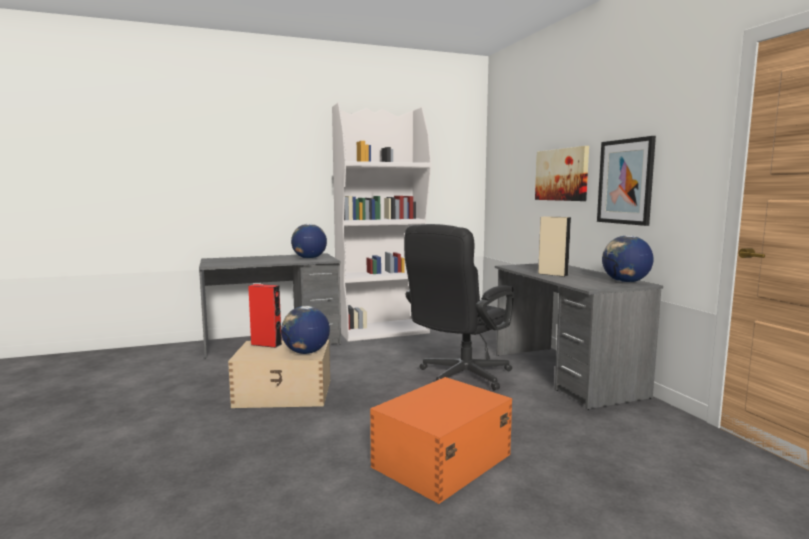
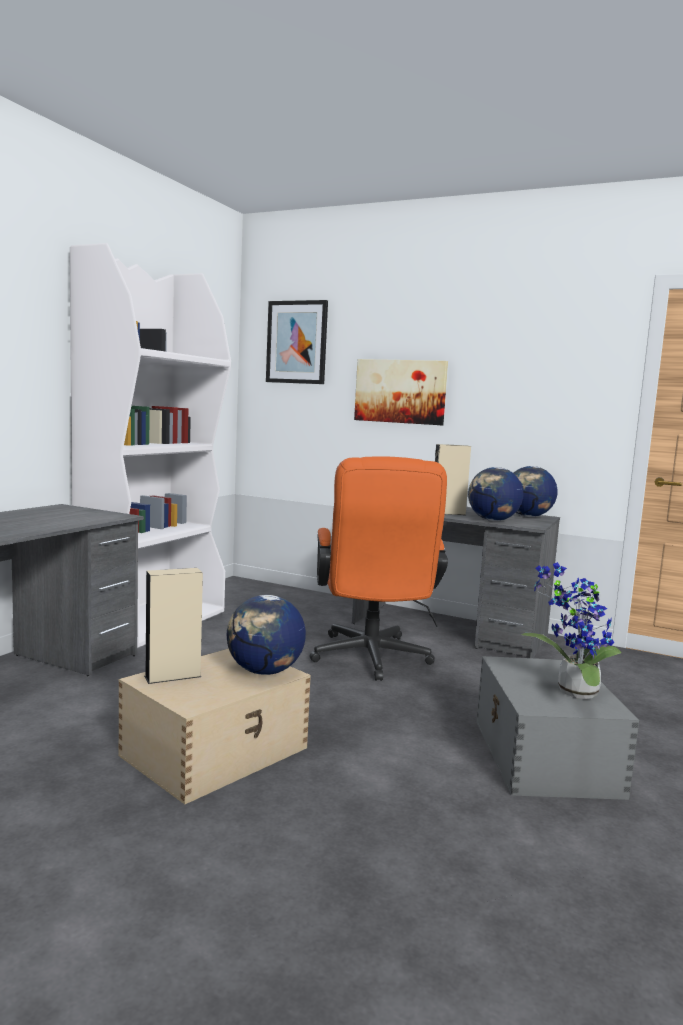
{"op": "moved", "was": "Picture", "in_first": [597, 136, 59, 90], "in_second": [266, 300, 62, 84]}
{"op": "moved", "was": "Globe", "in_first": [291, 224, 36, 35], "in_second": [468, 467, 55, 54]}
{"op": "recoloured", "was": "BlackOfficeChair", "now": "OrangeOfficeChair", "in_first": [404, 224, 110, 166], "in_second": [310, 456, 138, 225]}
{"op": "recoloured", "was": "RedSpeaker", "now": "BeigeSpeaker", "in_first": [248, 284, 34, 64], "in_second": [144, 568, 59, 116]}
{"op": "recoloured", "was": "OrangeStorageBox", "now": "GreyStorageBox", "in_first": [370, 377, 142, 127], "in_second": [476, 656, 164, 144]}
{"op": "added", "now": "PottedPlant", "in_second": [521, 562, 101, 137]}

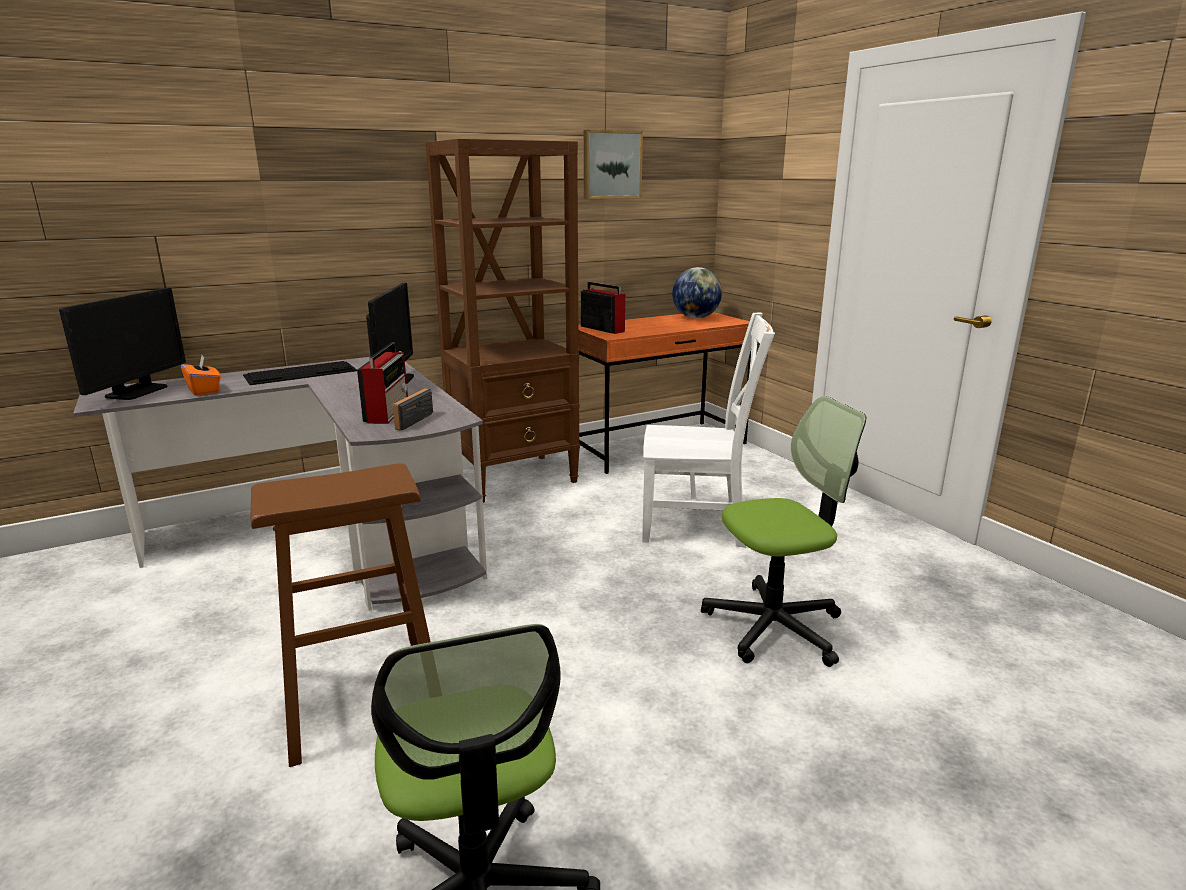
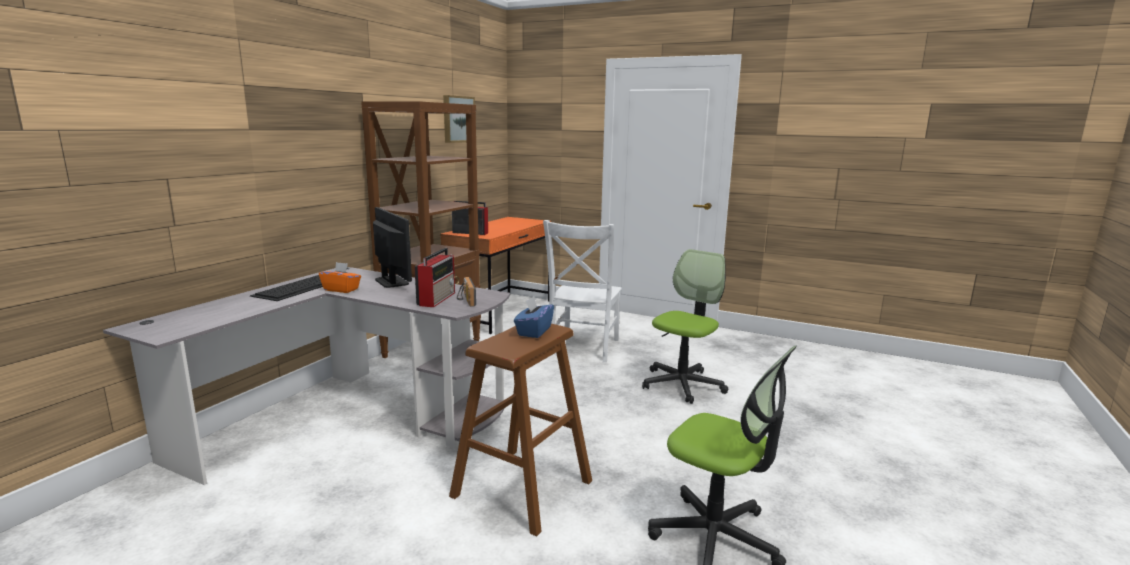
{"op": "removed", "was": "Globe", "in_first": [672, 267, 50, 52]}
{"op": "removed", "was": "Monitor", "in_first": [59, 288, 127, 112]}
{"op": "turned", "was": "WhiteChair", "in_first": [642, 312, 133, 236], "in_second": [543, 220, 79, 143], "clockwise": 135}
{"op": "turned", "was": "Radio", "in_first": [357, 342, 51, 82], "in_second": [414, 248, 41, 59], "clockwise": 45}
{"op": "moved", "was": "OrangeTissueBox", "in_first": [181, 356, 40, 40], "in_second": [319, 262, 42, 31]}
{"op": "added", "now": "BlueTissueBox", "in_second": [514, 296, 40, 42]}

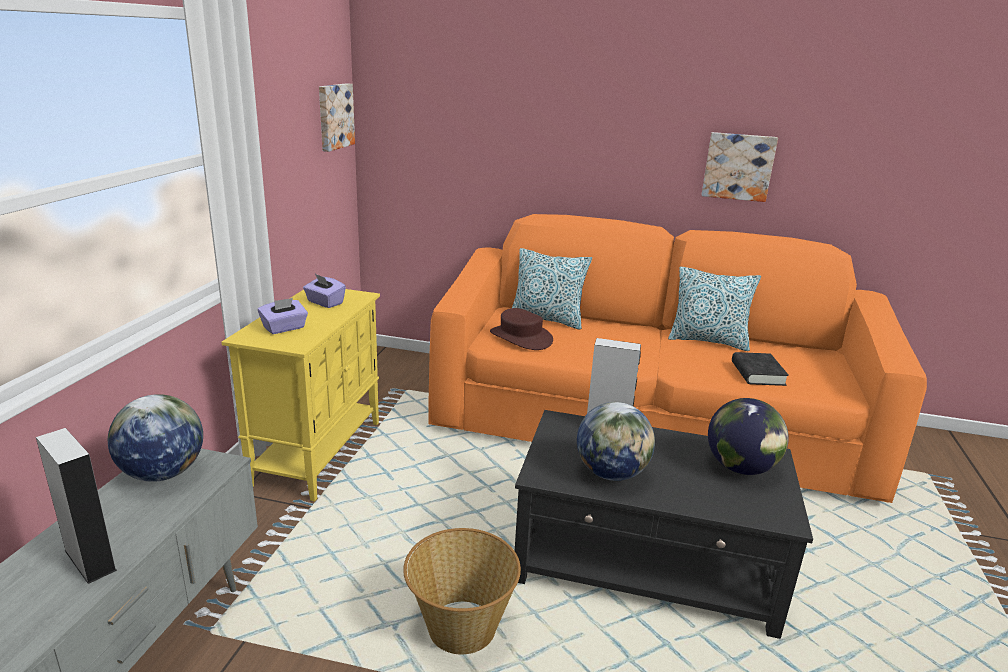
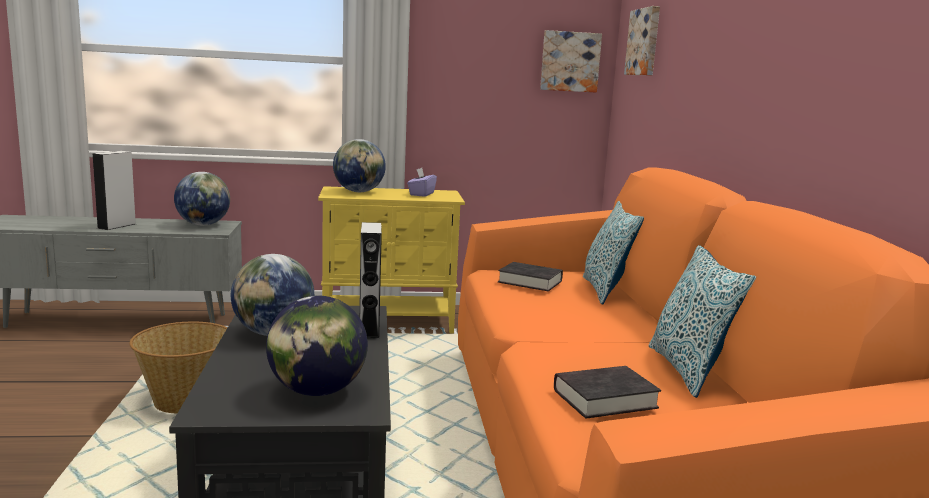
{"op": "moved", "was": "Picture", "in_first": [702, 132, 76, 70], "in_second": [624, 6, 36, 69]}
{"op": "replaced", "was": "PurpleTissueBox", "now": "Globe", "in_first": [258, 298, 50, 36], "in_second": [333, 139, 53, 53]}
{"op": "replaced", "was": "BrownHat", "now": "BlackBook", "in_first": [490, 308, 63, 42], "in_second": [498, 262, 65, 29]}

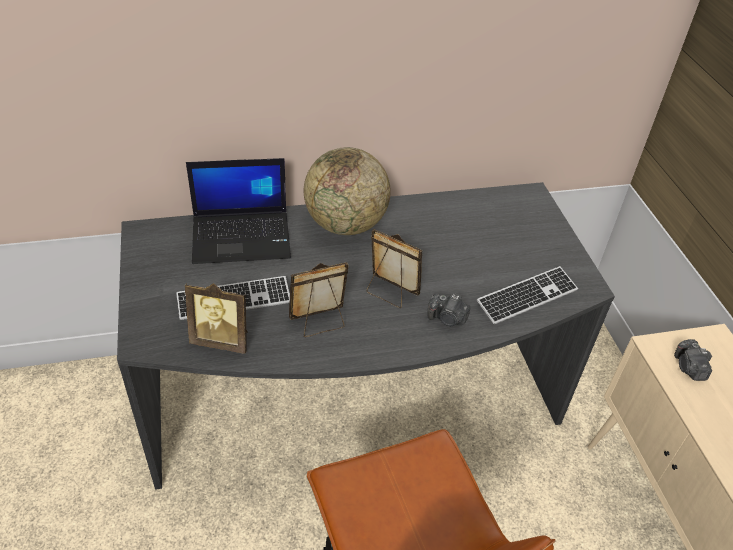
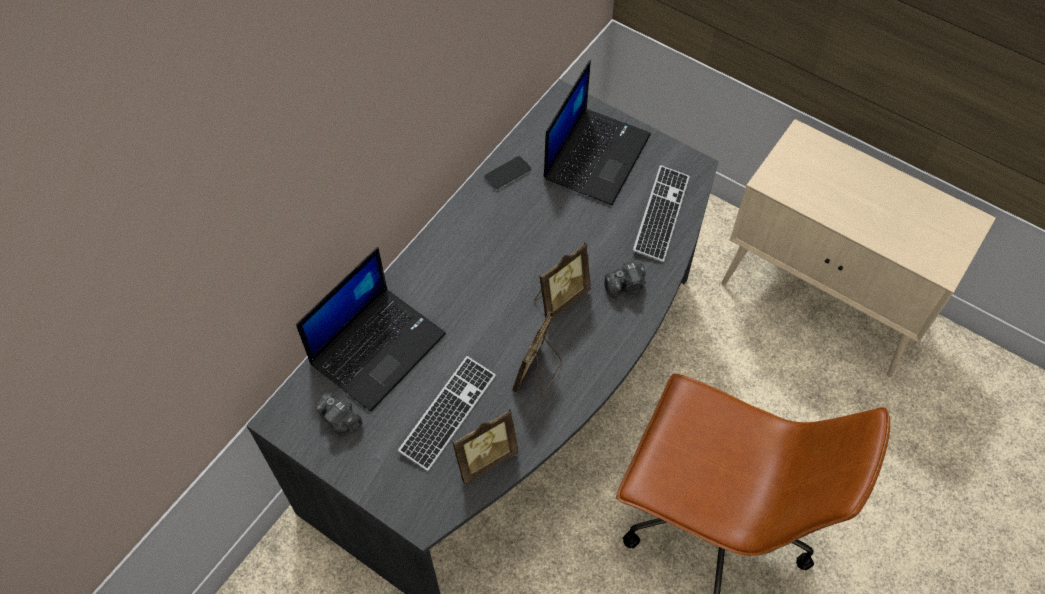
{"op": "removed", "was": "Globe", "in_first": [304, 147, 87, 88]}
{"op": "turned", "was": "PictureFrame", "in_first": [366, 229, 56, 79], "in_second": [534, 242, 57, 77], "clockwise": 150}
{"op": "moved", "was": "PhotoCamera", "in_first": [674, 339, 38, 42], "in_second": [316, 391, 47, 42]}
{"op": "added", "now": "Laptop", "in_second": [543, 60, 108, 145]}
{"op": "added", "now": "Phone", "in_second": [484, 156, 47, 34]}

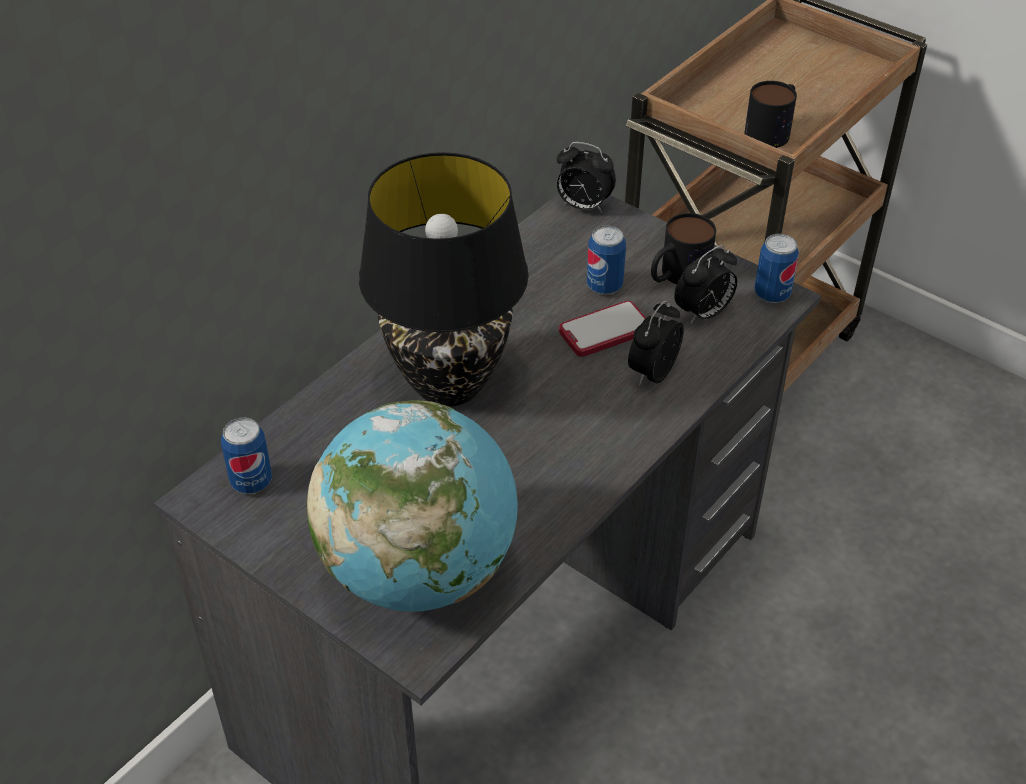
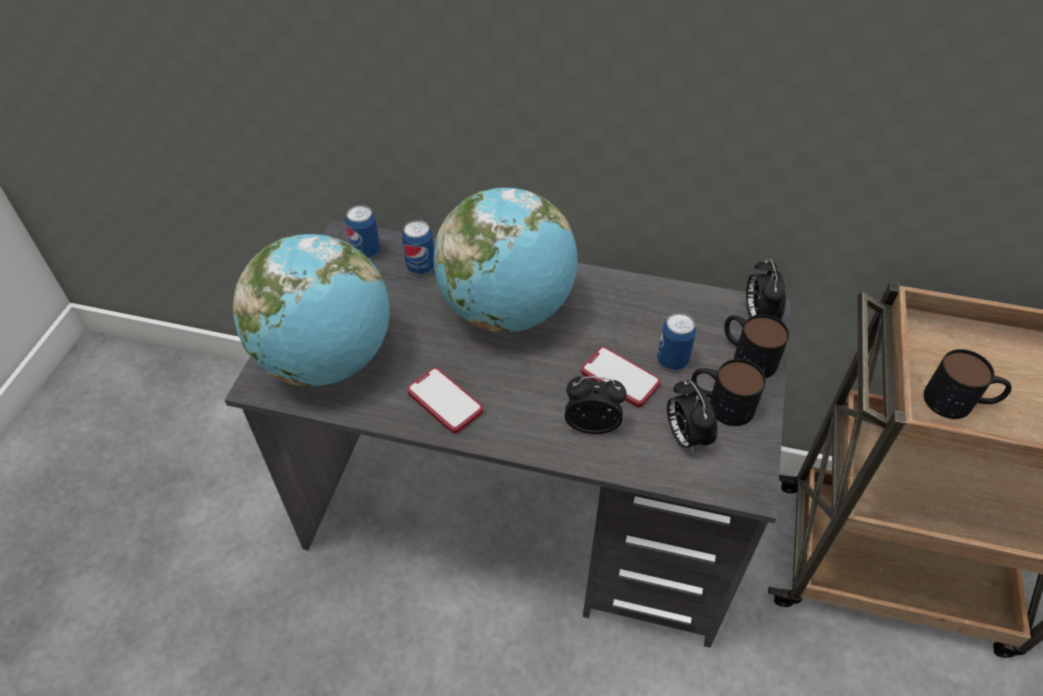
{"op": "replaced", "was": "BlackTableLamp", "now": "Globe", "in_first": [359, 152, 170, 255], "in_second": [434, 188, 144, 145]}
{"op": "moved", "was": "Can", "in_first": [754, 234, 45, 69], "in_second": [402, 220, 32, 54]}
{"op": "turned", "was": "AlarmClock", "in_first": [674, 245, 63, 79], "in_second": [667, 380, 51, 74], "clockwise": 45}
{"op": "added", "now": "Mug", "in_second": [724, 314, 65, 64]}
{"op": "added", "now": "Phone", "in_second": [407, 368, 76, 66]}

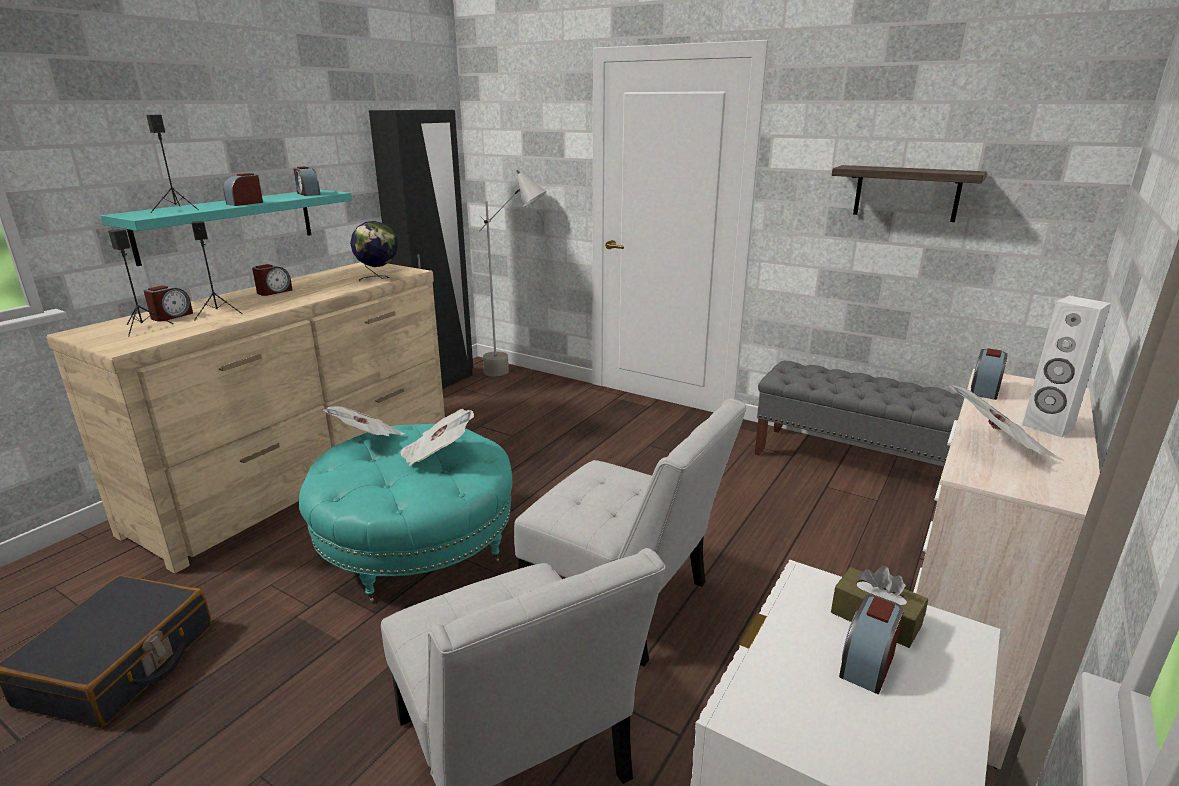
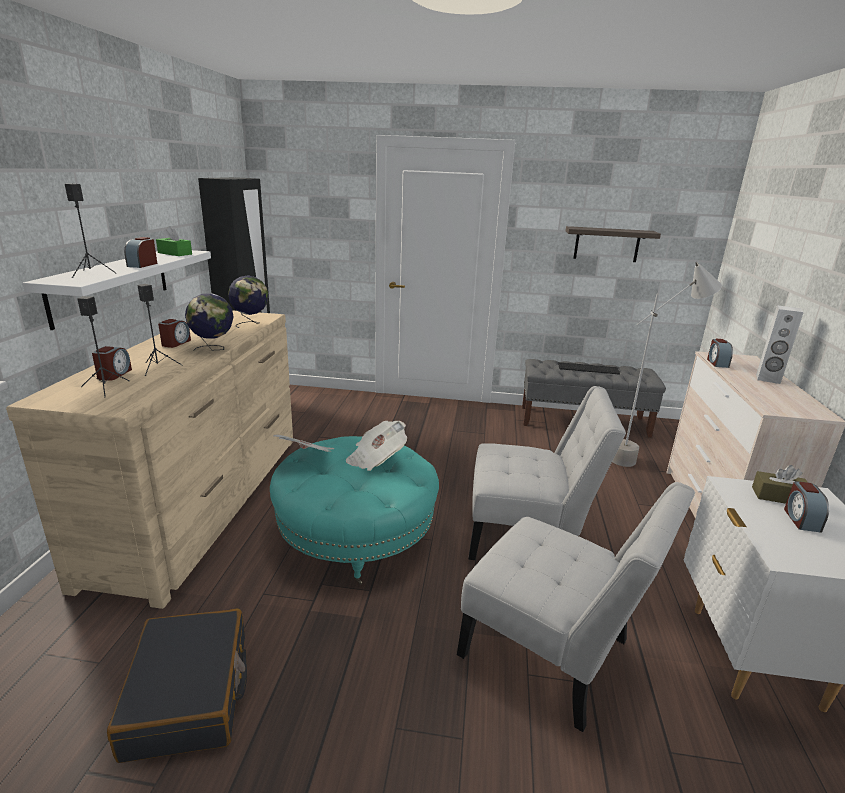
{"op": "replaced", "was": "AlarmClock", "now": "GreenTissueBox", "in_first": [293, 166, 28, 30], "in_second": [156, 226, 36, 30]}
{"op": "moved", "was": "GreyFloorLamp", "in_first": [478, 170, 68, 206], "in_second": [612, 262, 110, 205]}
{"op": "recoloured", "was": "TurquoiseShelf", "now": "WhiteShelf", "in_first": [101, 190, 251, 76], "in_second": [22, 250, 189, 80]}
{"op": "removed", "was": "Newspaper", "in_first": [947, 385, 117, 75]}
{"op": "added", "now": "Globe", "in_second": [185, 293, 49, 58]}
{"op": "added", "now": "Keyboard", "in_second": [558, 362, 62, 13]}

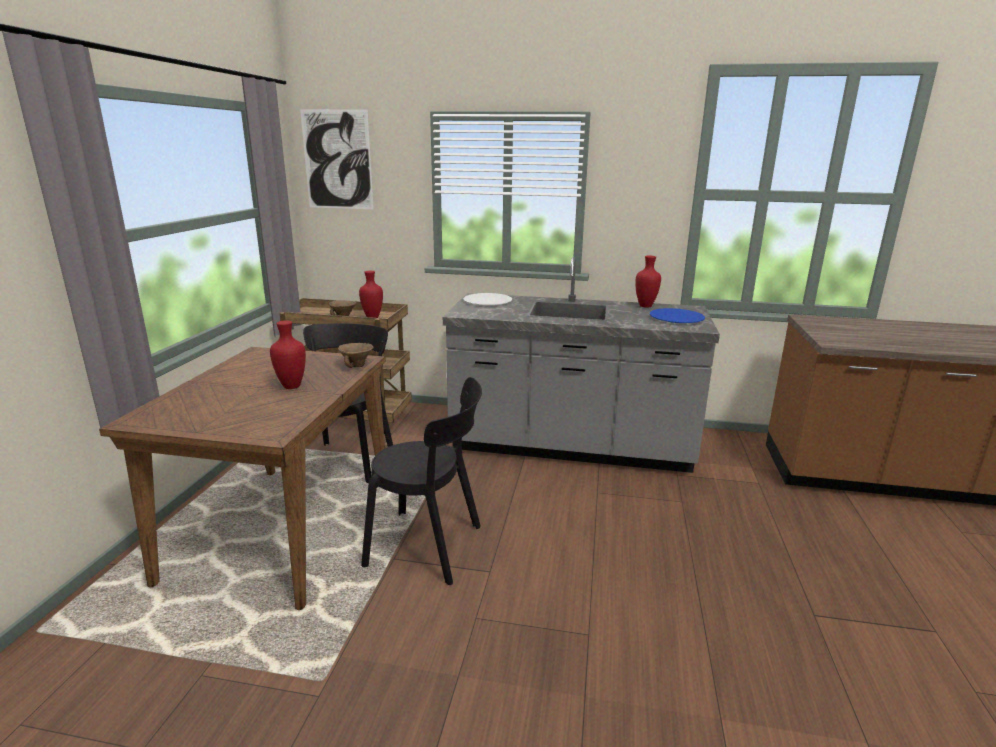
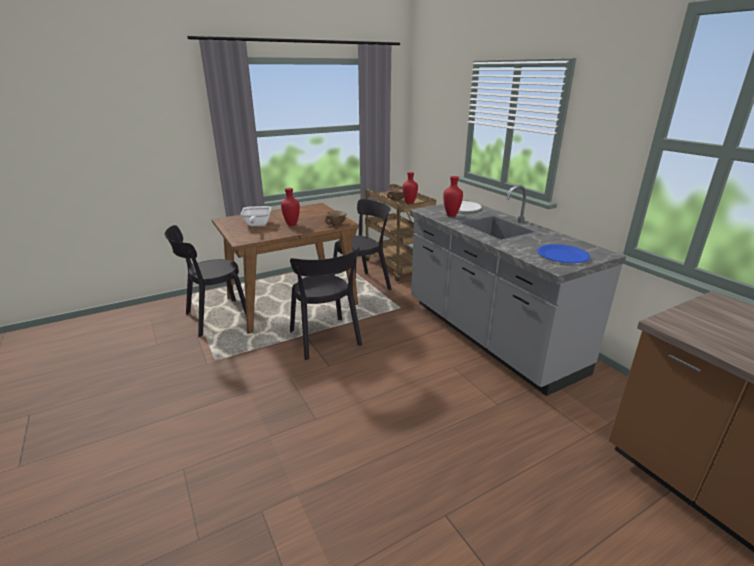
{"op": "removed", "was": "Picture", "in_first": [300, 109, 74, 100]}
{"op": "moved", "was": "RedVase", "in_first": [635, 256, 26, 52], "in_second": [443, 176, 20, 41]}
{"op": "added", "now": "FryingPan", "in_second": [240, 206, 31, 20]}
{"op": "added", "now": "BlackChair", "in_second": [164, 225, 82, 112]}

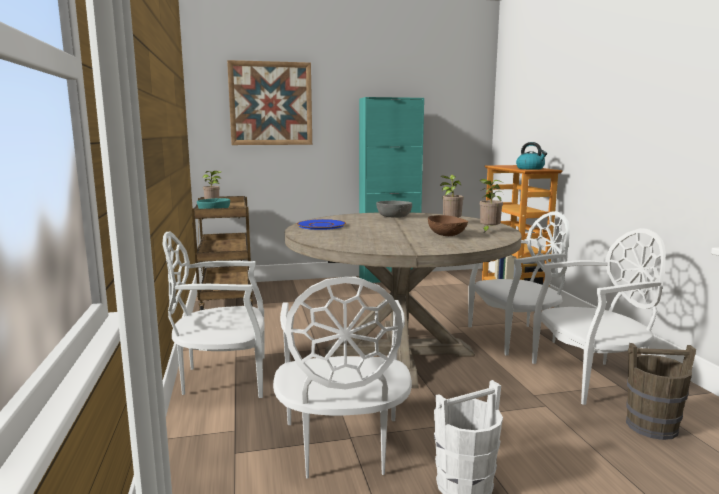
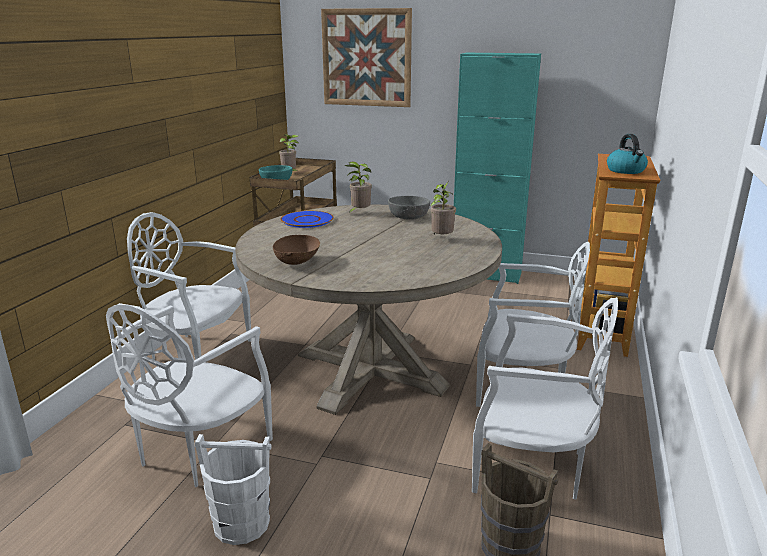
{"op": "moved", "was": "PottedPlant", "in_first": [479, 179, 24, 55], "in_second": [345, 162, 27, 53]}
{"op": "moved", "was": "BrownBowl", "in_first": [428, 215, 41, 21], "in_second": [273, 234, 47, 31]}

